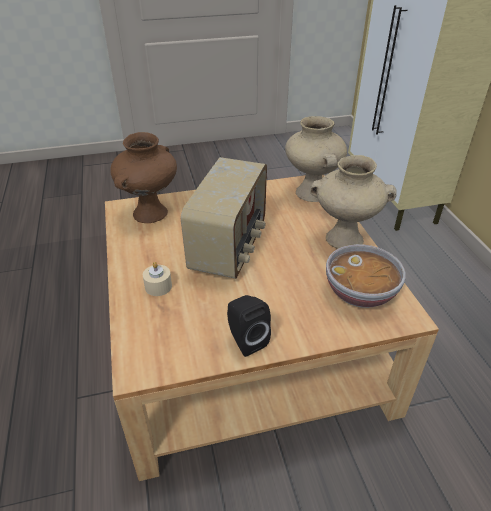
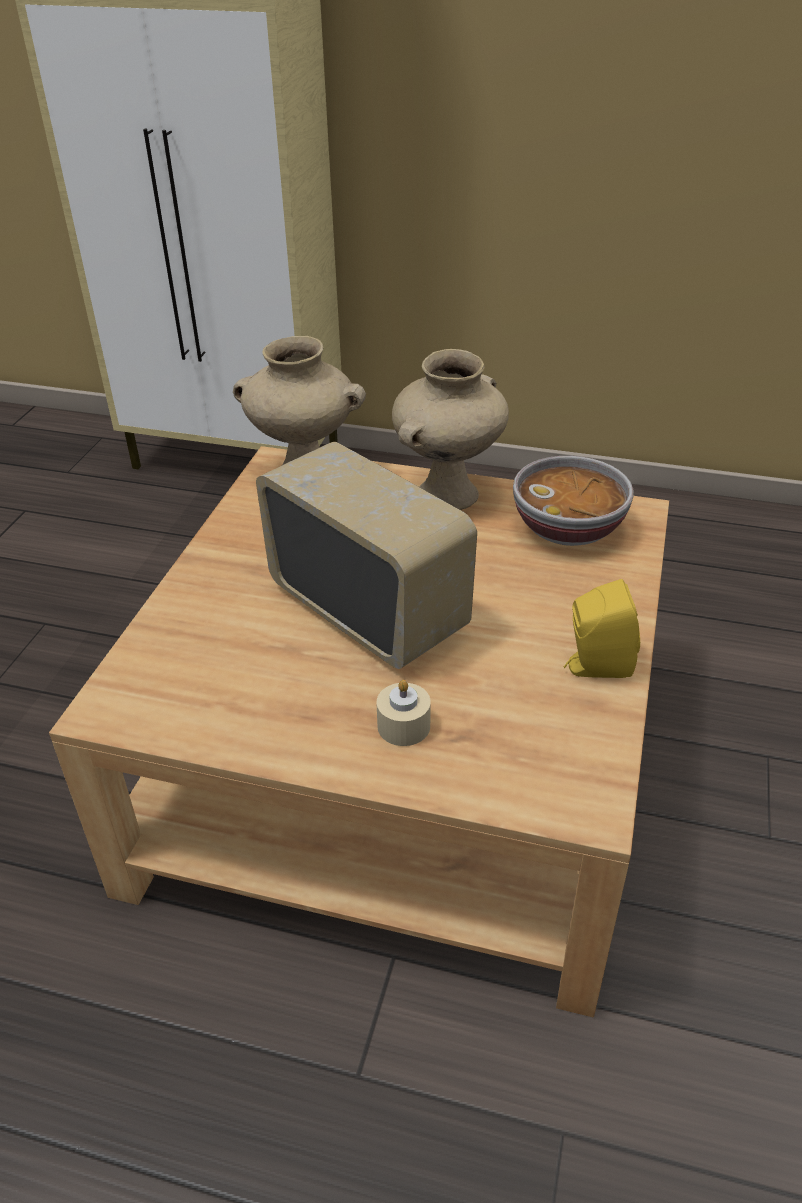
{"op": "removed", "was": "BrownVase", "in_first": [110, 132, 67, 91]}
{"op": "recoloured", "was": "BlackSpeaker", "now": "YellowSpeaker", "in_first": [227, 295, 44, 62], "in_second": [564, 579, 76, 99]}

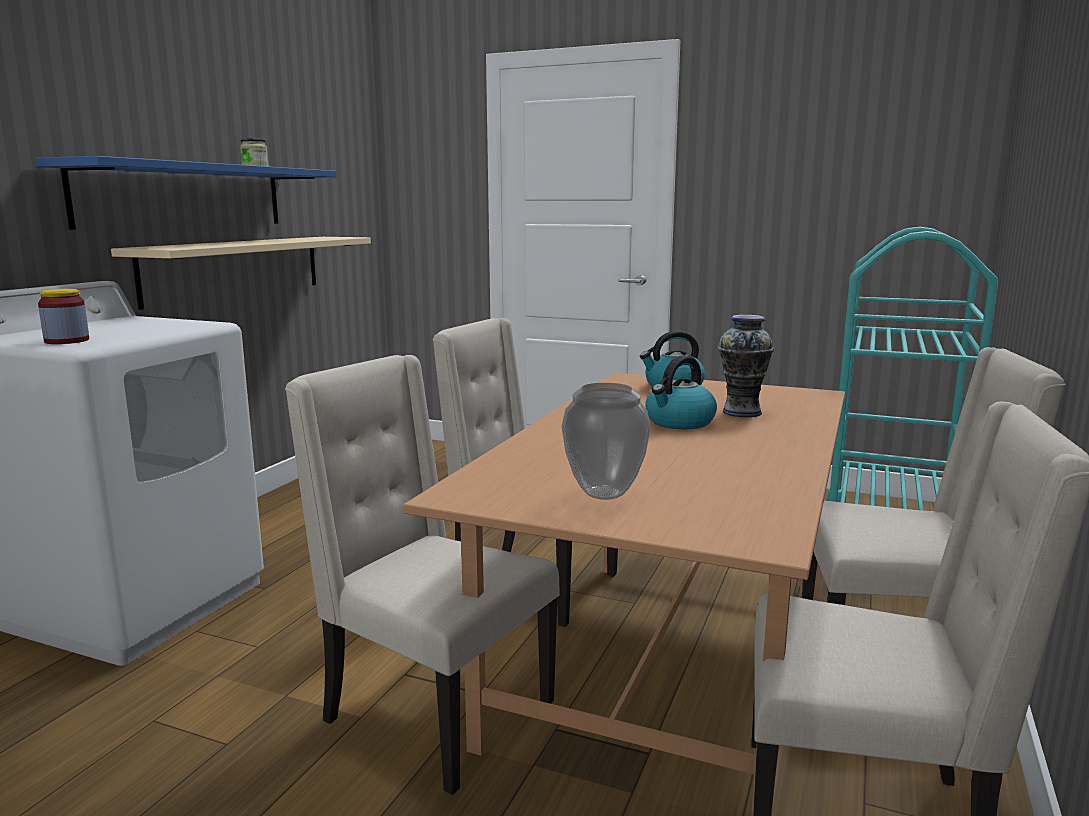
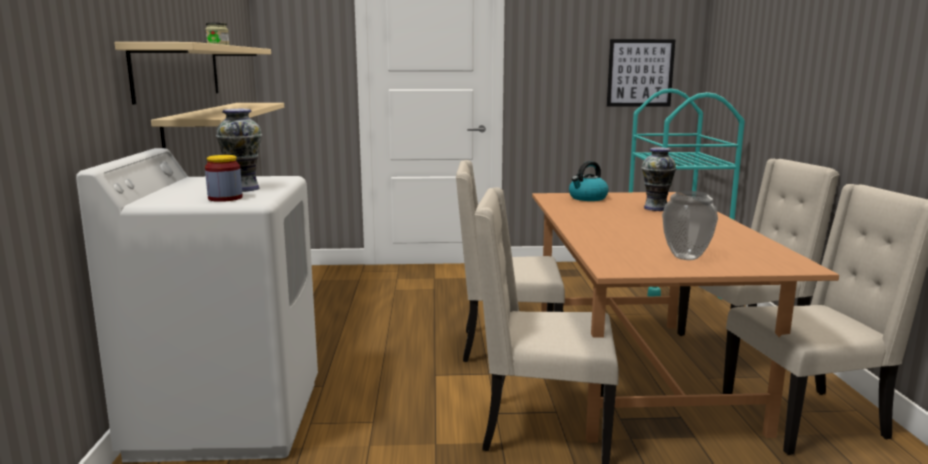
{"op": "recoloured", "was": "BlueShelf", "now": "BeigeShelf", "in_first": [35, 156, 302, 74], "in_second": [114, 42, 157, 63]}
{"op": "removed", "was": "Kettle", "in_first": [645, 355, 72, 74]}
{"op": "added", "now": "Picture", "in_second": [607, 39, 68, 68]}
{"op": "added", "now": "Vase", "in_second": [216, 109, 47, 83]}

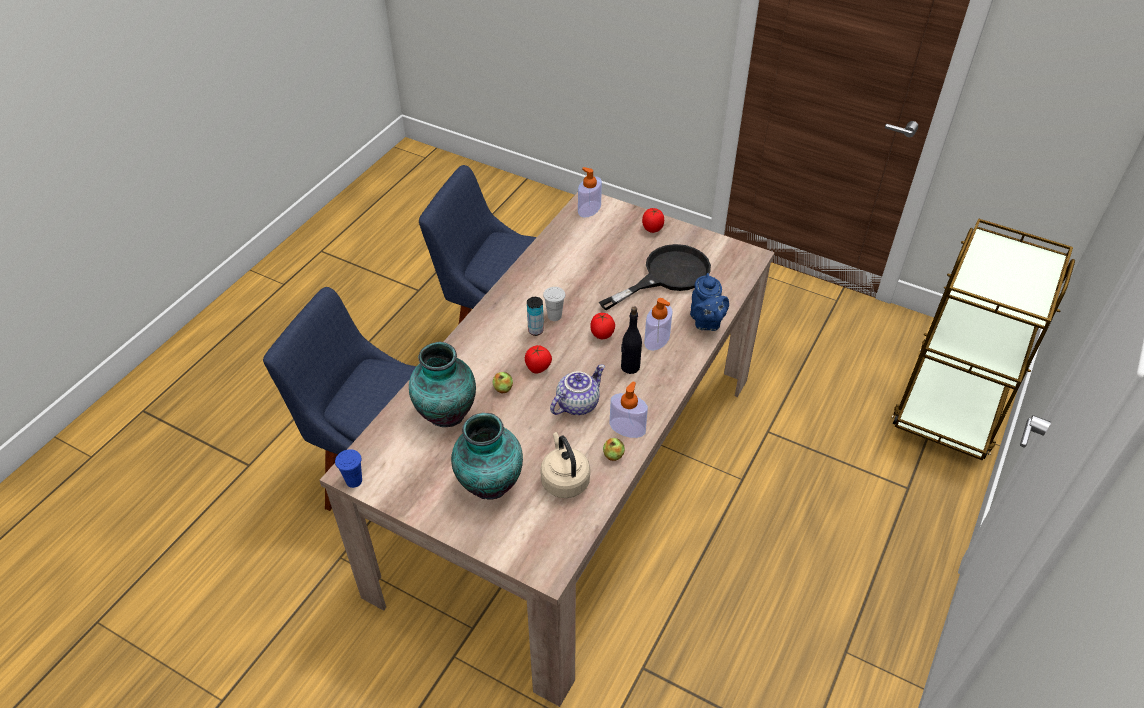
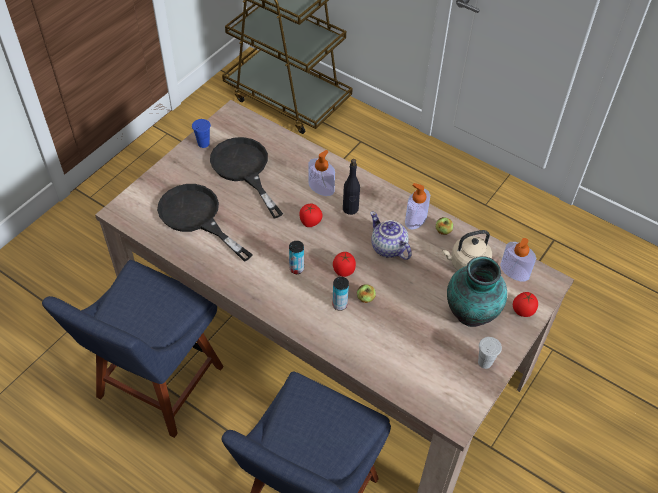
{"op": "moved", "was": "SoapDispenser", "in_first": [578, 167, 24, 51], "in_second": [500, 238, 36, 43]}
{"op": "moved", "was": "Tomato", "in_first": [642, 208, 22, 25], "in_second": [513, 292, 25, 25]}
{"op": "removed", "was": "BlueTeapot", "in_first": [690, 273, 39, 58]}
{"op": "moved", "was": "WhiteCup", "in_first": [543, 287, 22, 34], "in_second": [478, 337, 24, 32]}
{"op": "removed", "was": "Vase", "in_first": [409, 341, 67, 86]}
{"op": "moved", "was": "BlueCup", "in_first": [335, 449, 27, 39], "in_second": [192, 119, 19, 29]}
{"op": "added", "now": "BlackFryingPan", "in_second": [157, 184, 96, 78]}
{"op": "added", "now": "Can", "in_second": [332, 277, 17, 34]}

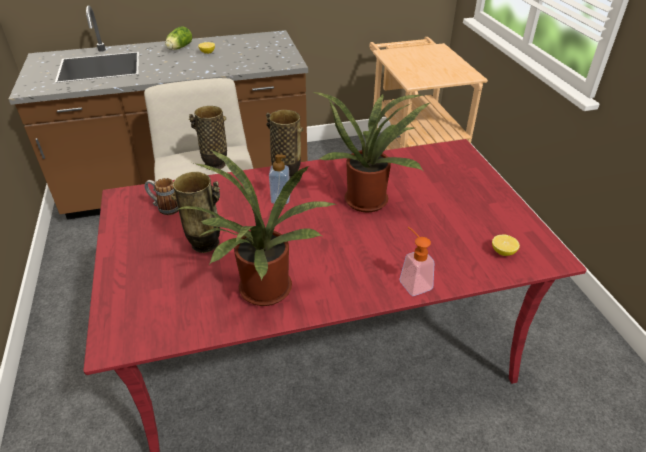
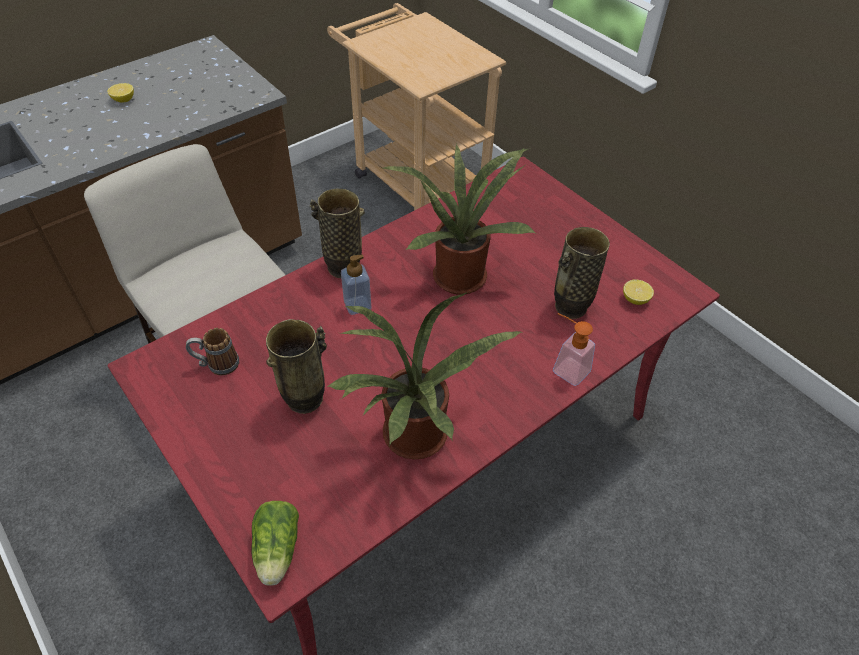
{"op": "moved", "was": "Lettuce", "in_first": [165, 26, 27, 24], "in_second": [251, 501, 48, 85]}
{"op": "moved", "was": "Vase", "in_first": [189, 106, 38, 64], "in_second": [554, 227, 56, 92]}

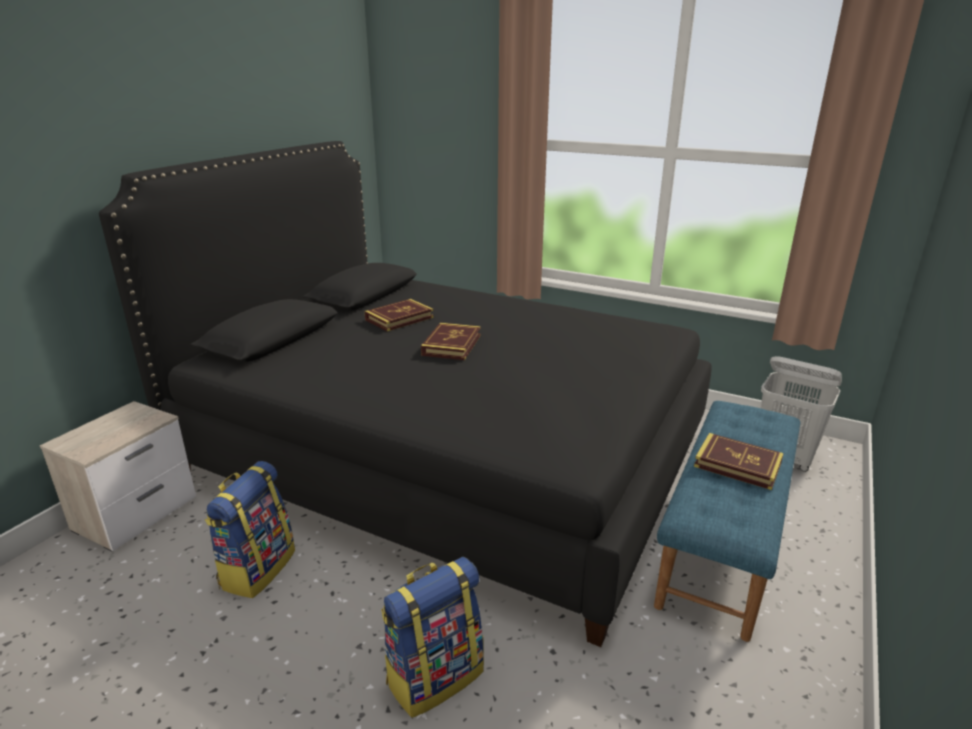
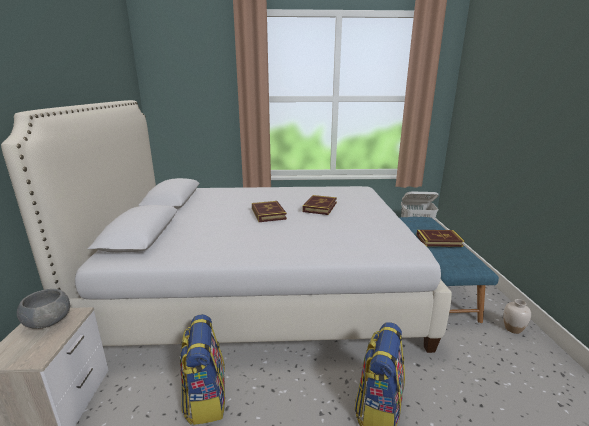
{"op": "recoloured", "was": "BlackBed", "now": "WhiteBed", "in_first": [99, 141, 613, 506], "in_second": [1, 100, 451, 253]}
{"op": "moved", "was": "Book", "in_first": [365, 299, 69, 32], "in_second": [302, 195, 35, 20]}
{"op": "added", "now": "GreyBowl", "in_second": [17, 289, 53, 40]}
{"op": "added", "now": "WhiteVase", "in_second": [503, 299, 28, 35]}

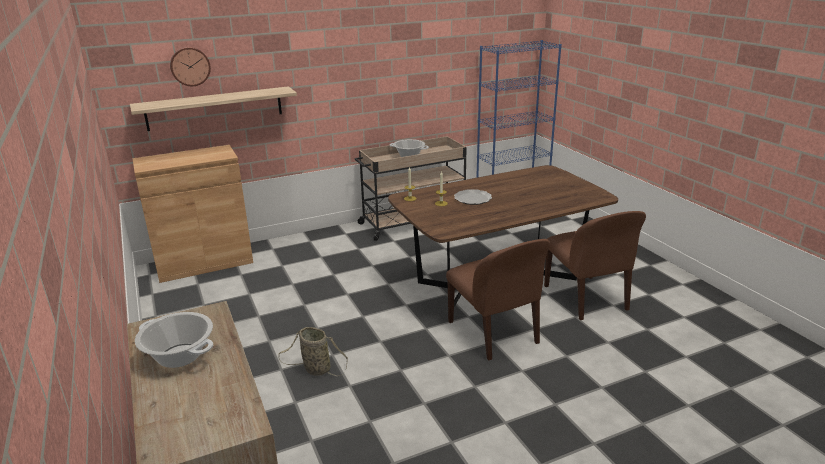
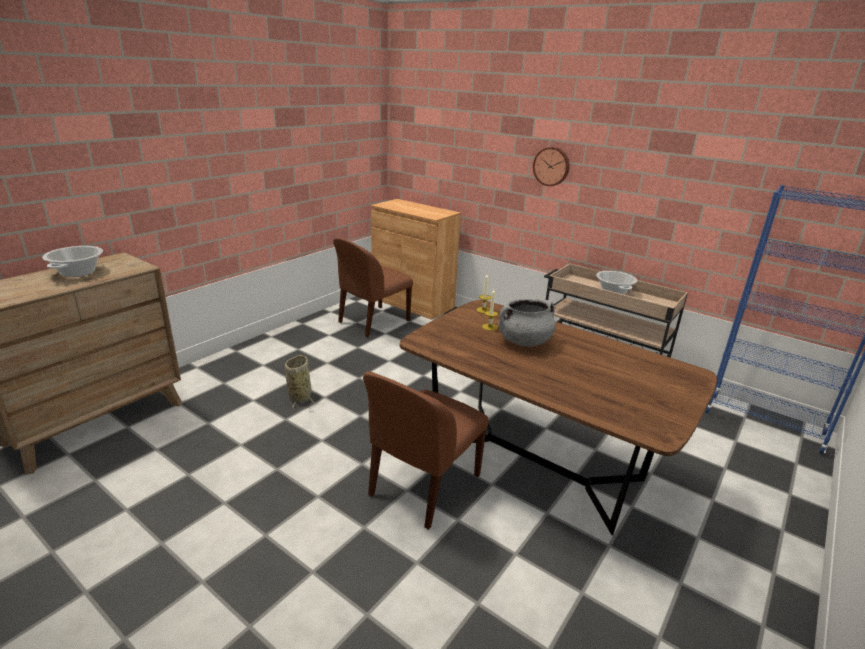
{"op": "moved", "was": "WallClock", "in_first": [170, 47, 41, 39], "in_second": [533, 147, 37, 39]}
{"op": "removed", "was": "Shelf", "in_first": [130, 86, 167, 45]}
{"op": "replaced", "was": "Plate", "now": "GreyCookingPot", "in_first": [454, 189, 38, 16], "in_second": [498, 299, 58, 47]}
{"op": "moved", "was": "BrownChair", "in_first": [544, 211, 102, 109], "in_second": [333, 238, 80, 99]}

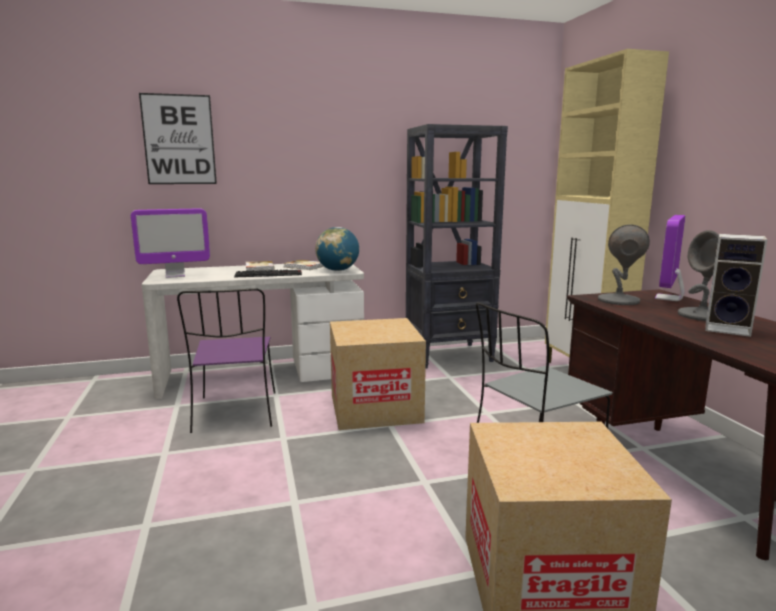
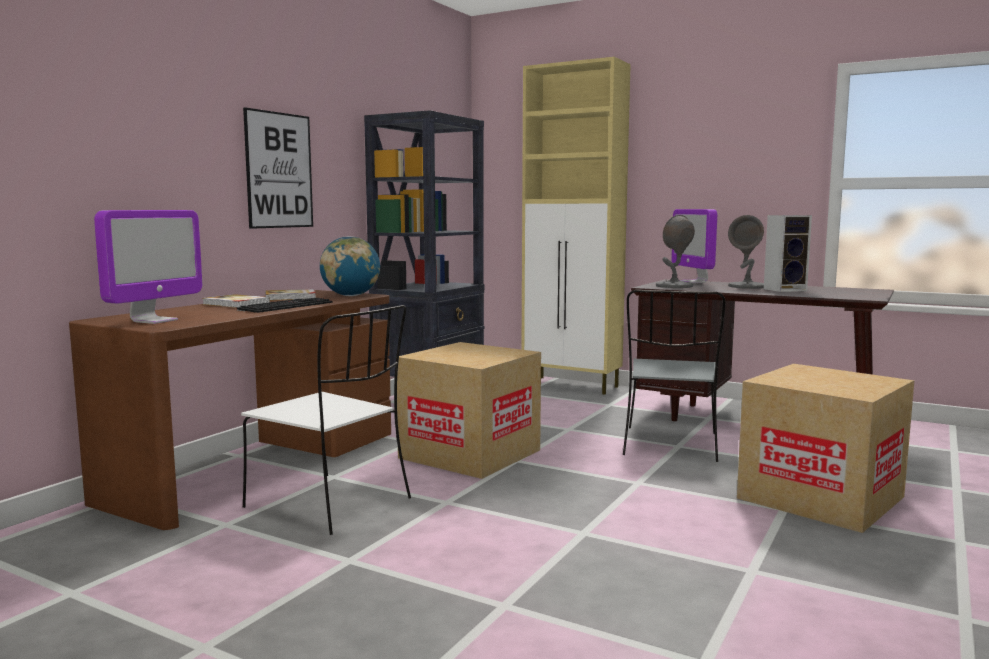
{"op": "moved", "was": "Picture", "in_first": [139, 93, 78, 91], "in_second": [243, 108, 70, 121]}
{"op": "recoloured", "was": "WhiteDesk", "now": "BrownDesk", "in_first": [142, 264, 222, 135], "in_second": [69, 290, 322, 240]}
{"op": "recoloured", "was": "PurpleChair", "now": "WhiteChair", "in_first": [177, 288, 98, 145], "in_second": [241, 305, 170, 230]}

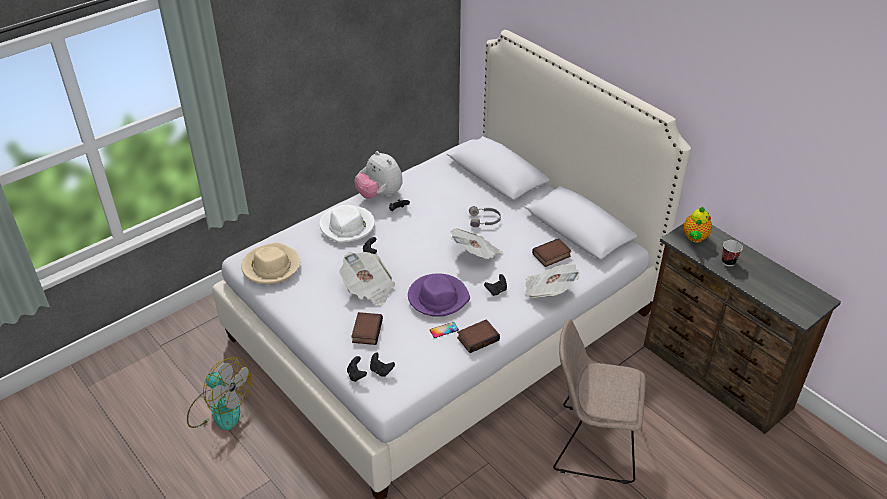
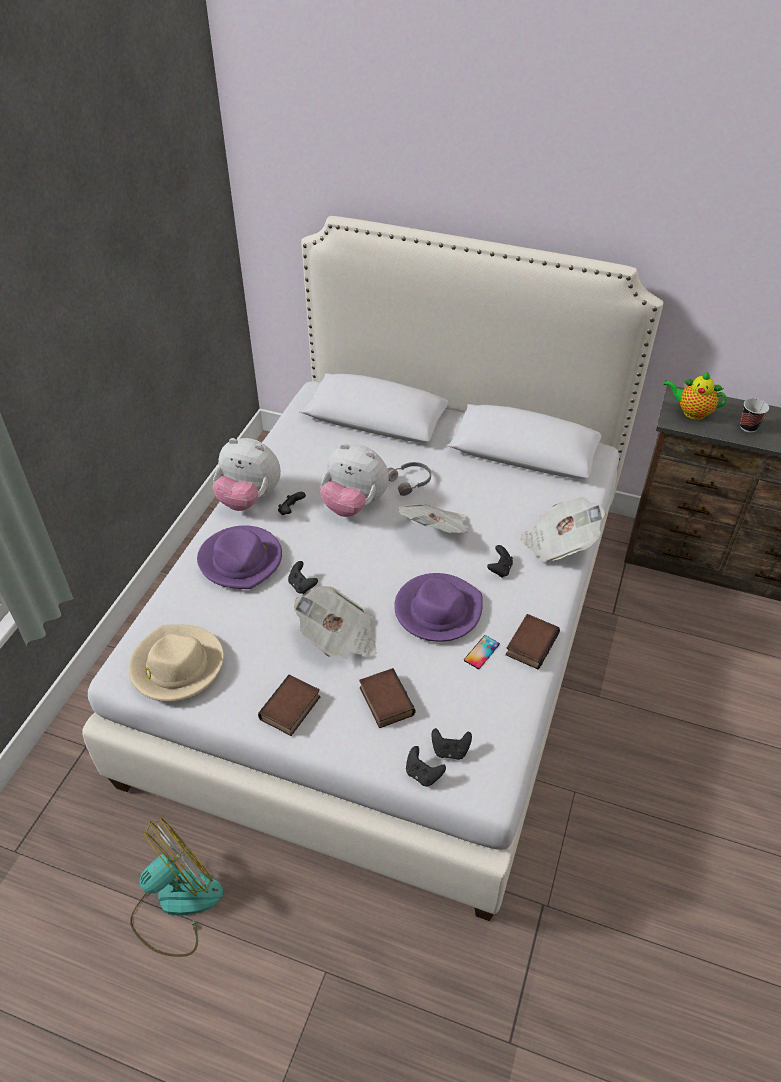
{"op": "recoloured", "was": "WhiteHat", "now": "PurpleHat", "in_first": [320, 205, 55, 39], "in_second": [197, 525, 85, 64]}
{"op": "turned", "was": "Teapot", "in_first": [684, 206, 28, 36], "in_second": [664, 371, 63, 49], "clockwise": 120}
{"op": "moved", "was": "Book", "in_first": [532, 238, 40, 29], "in_second": [258, 674, 62, 62]}
{"op": "removed", "was": "BeigeChair", "in_first": [553, 319, 93, 165]}
{"op": "turned", "was": "Fan", "in_first": [187, 357, 64, 73], "in_second": [130, 818, 93, 139], "clockwise": -45}
{"op": "added", "now": "PlushToy", "in_second": [320, 443, 69, 74]}

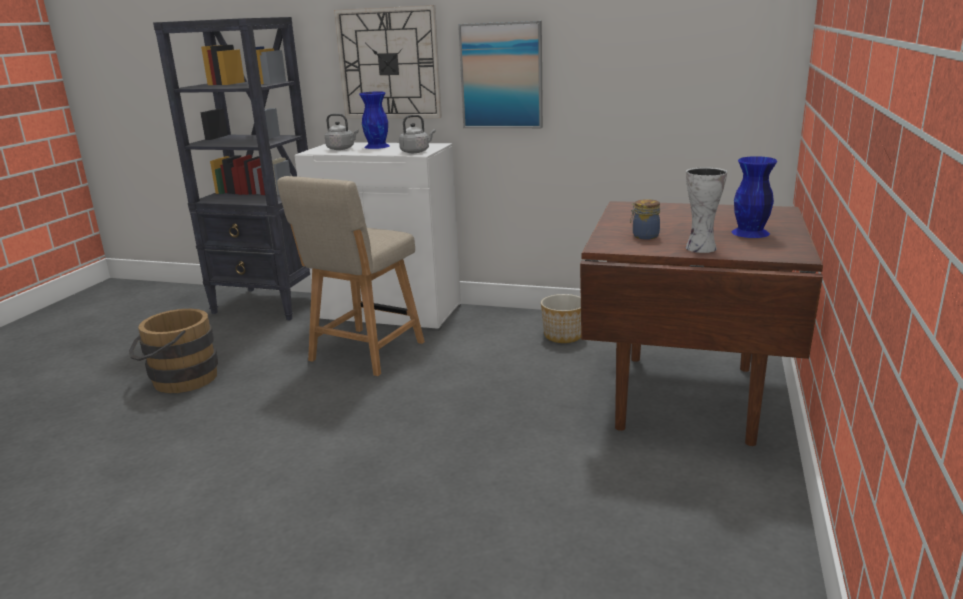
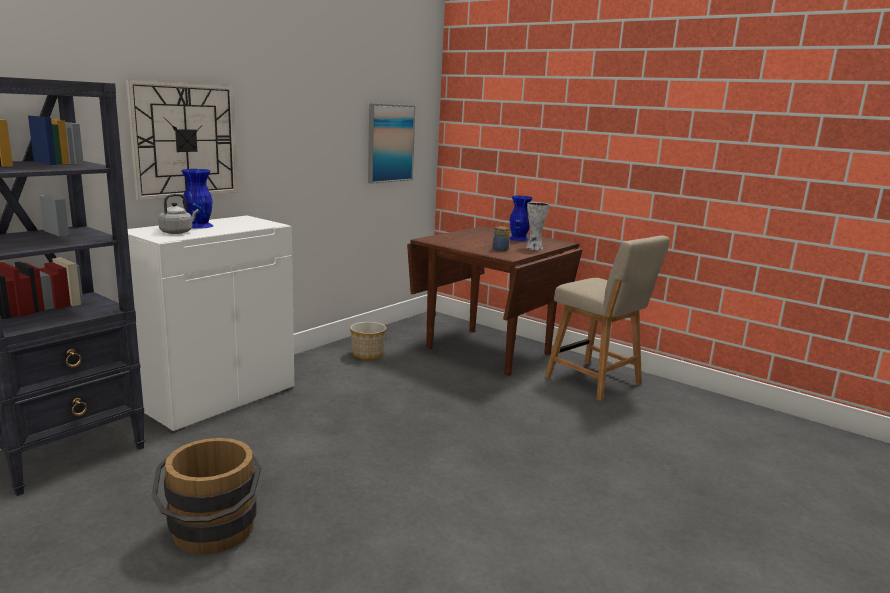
{"op": "moved", "was": "Picture", "in_first": [458, 21, 85, 107], "in_second": [368, 103, 47, 81]}
{"op": "removed", "was": "GreyKettle", "in_first": [399, 115, 37, 38]}
{"op": "moved", "was": "BeigeChair", "in_first": [277, 176, 148, 200], "in_second": [545, 235, 125, 166]}

